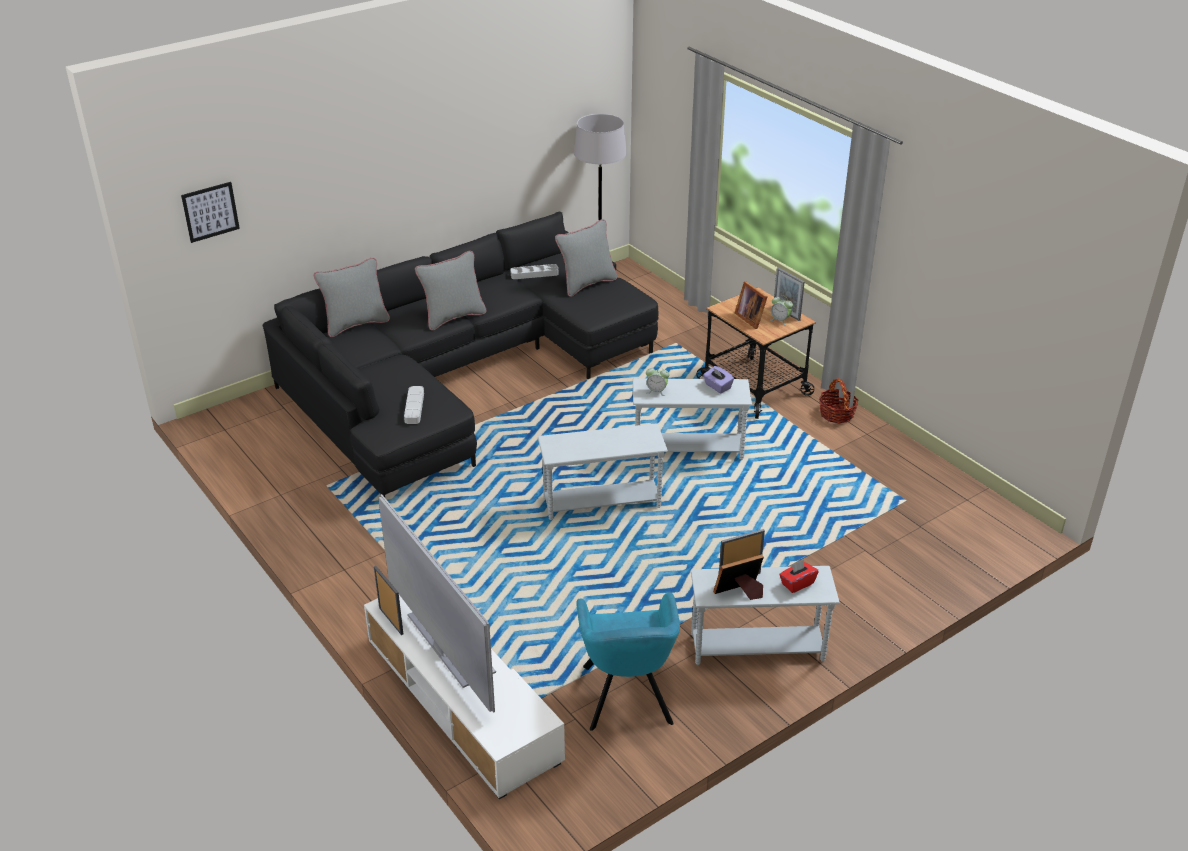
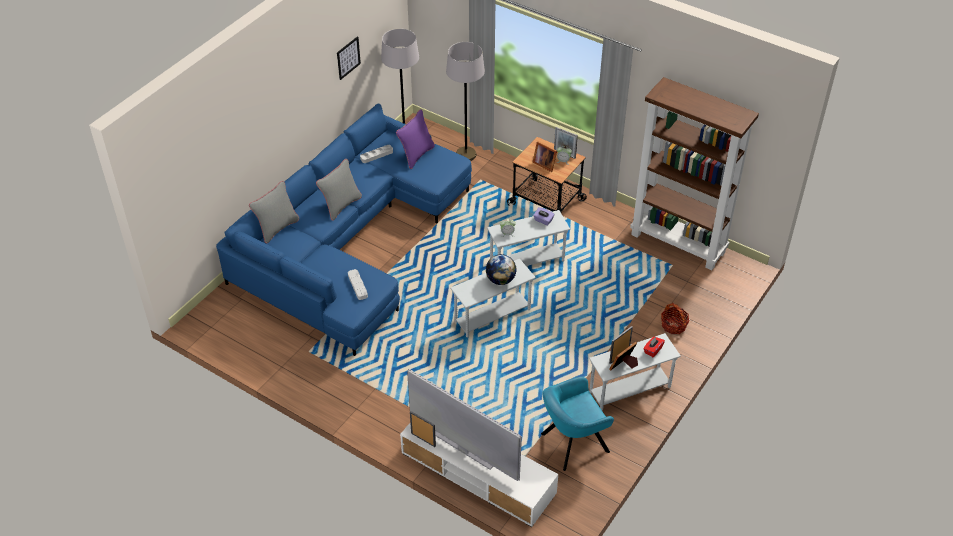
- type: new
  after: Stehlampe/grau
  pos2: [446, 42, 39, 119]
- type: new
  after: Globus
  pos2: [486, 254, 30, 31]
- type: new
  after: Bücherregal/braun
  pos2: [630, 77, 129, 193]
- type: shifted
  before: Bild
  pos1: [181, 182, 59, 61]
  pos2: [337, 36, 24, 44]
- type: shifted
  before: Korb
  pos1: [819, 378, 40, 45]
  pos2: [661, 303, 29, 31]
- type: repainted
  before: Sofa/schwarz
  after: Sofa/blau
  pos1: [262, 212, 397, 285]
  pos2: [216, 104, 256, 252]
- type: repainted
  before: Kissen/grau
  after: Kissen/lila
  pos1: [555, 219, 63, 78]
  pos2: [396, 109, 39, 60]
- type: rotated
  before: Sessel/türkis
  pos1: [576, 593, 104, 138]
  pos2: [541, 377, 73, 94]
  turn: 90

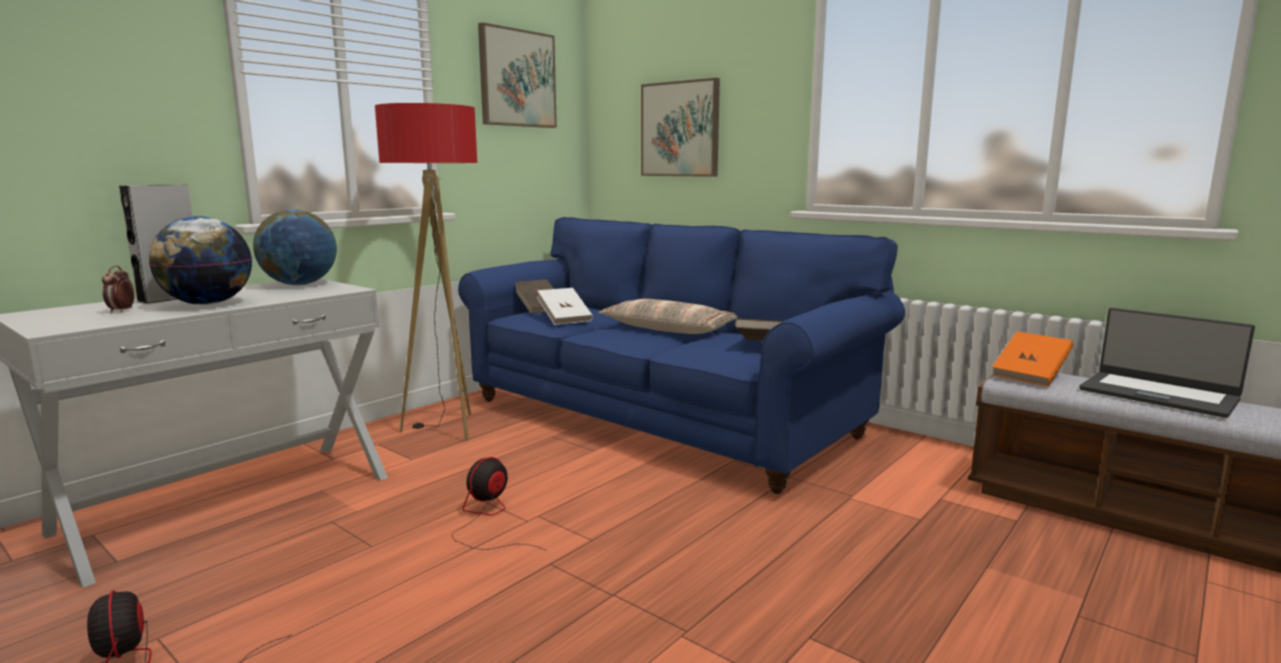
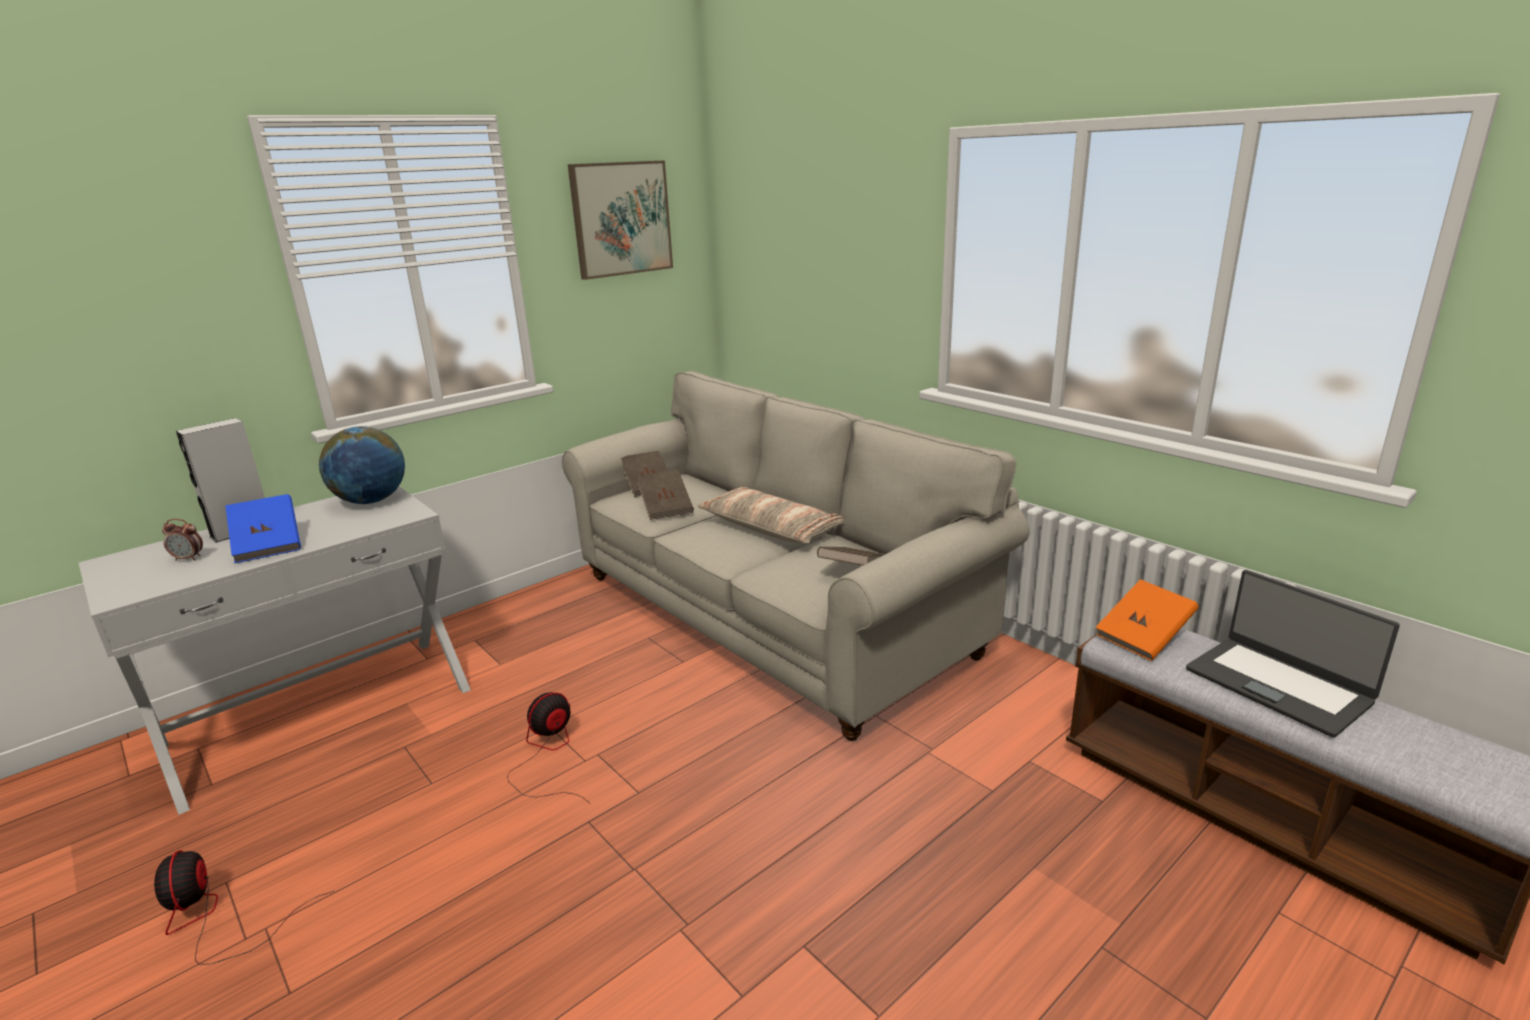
- type: gone
  before: Stehlampe
  pos1: [375, 103, 102, 338]
- type: gone
  before: Bild
  pos1: [641, 78, 79, 99]
- type: swapped
  before: Globus
  after: Buch/blau
  pos1: [149, 216, 103, 89]
  pos2: [225, 494, 76, 69]
- type: repainted
  before: Sofa/blau
  after: Sofa/beige
  pos1: [458, 217, 447, 277]
  pos2: [562, 371, 468, 370]
- type: repainted
  before: Buch/weiß
  after: Buch/braun
  pos1: [537, 288, 56, 37]
  pos2: [637, 470, 57, 50]
- type: rotated
  before: Wecker
  pos1: [102, 266, 33, 47]
  pos2: [162, 519, 41, 42]
  turn: -90

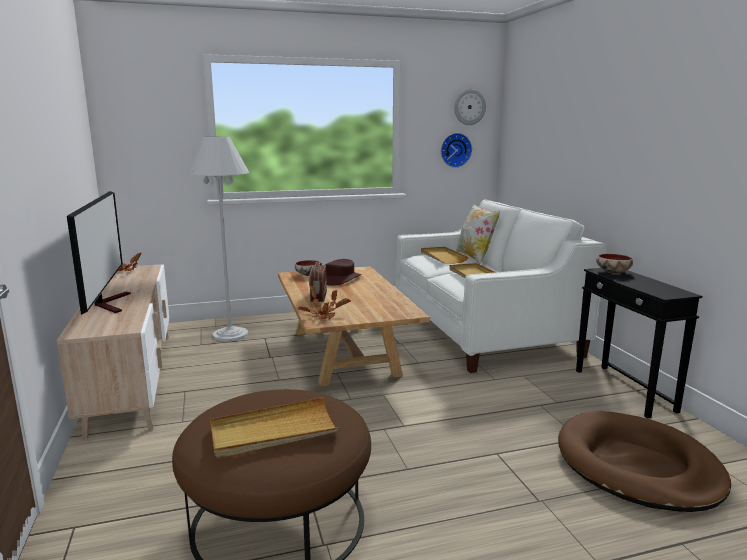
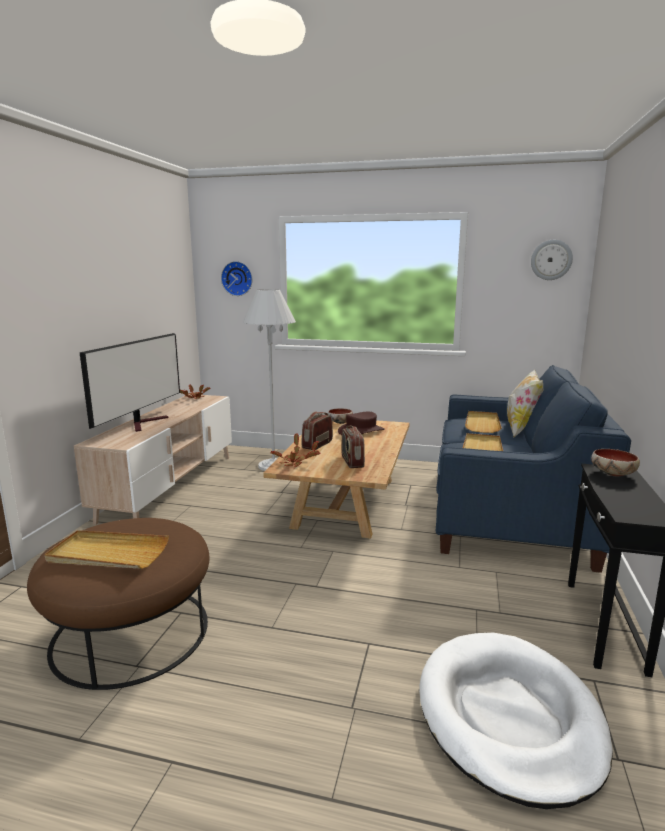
- type: new
  after: Radio
  pos2: [341, 426, 24, 42]
- type: shifted
  before: Wanduhr
  pos1: [441, 133, 31, 35]
  pos2: [221, 261, 31, 35]
- type: repainted
  before: Sofa/weiß
  after: Sofa/blau
  pos1: [396, 199, 211, 174]
  pos2: [436, 365, 195, 208]
- type: repainted
  before: Hundebett/braun
  after: Hundebett/weiß
  pos1: [558, 411, 173, 101]
  pos2: [419, 633, 194, 176]

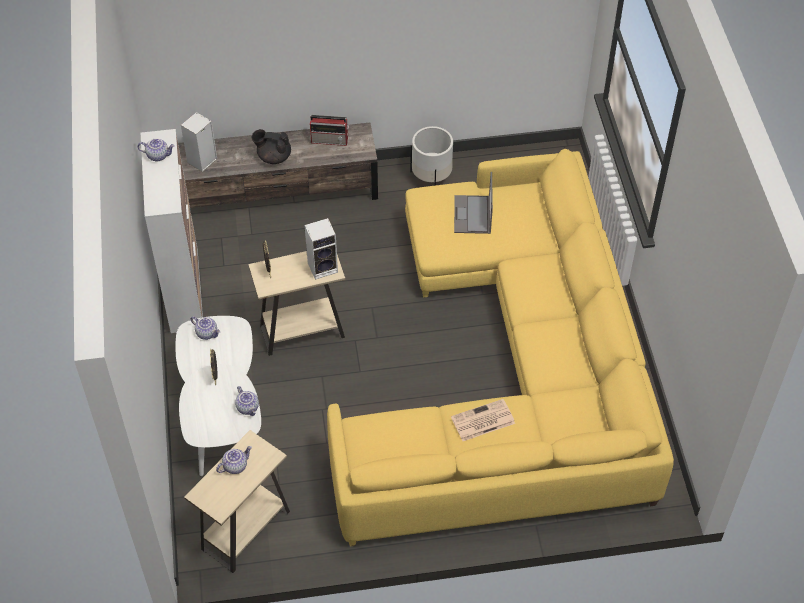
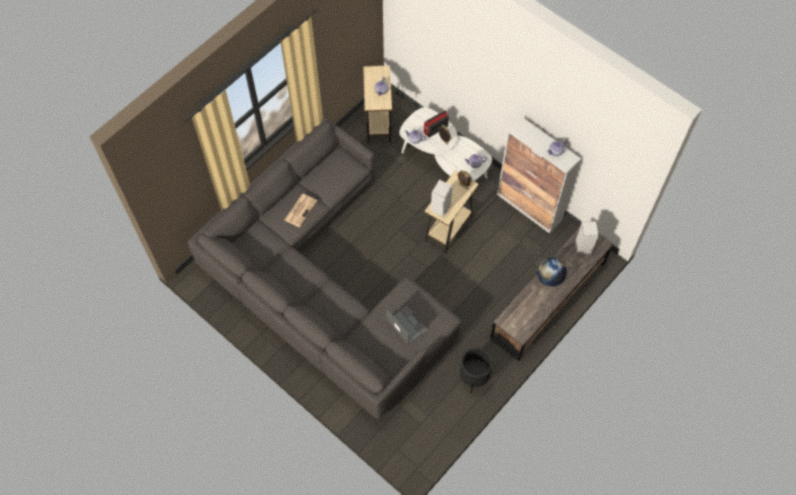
- type: shifted
  before: Radio
  pos1: [310, 115, 39, 31]
  pos2: [424, 110, 25, 28]
- type: swapped
  before: Teekanne/schwarz
  after: Globus
  pos1: [252, 129, 39, 35]
  pos2: [537, 257, 30, 30]
- type: repainted
  before: Sofa/gelb
  after: Sofa/grau
  pos1: [327, 149, 347, 397]
  pos2: [188, 117, 274, 302]
- type: repainted
  before: Pflanzkübel/weiß
  after: Pflanzkübel/schwarz
  pos1: [410, 126, 43, 60]
  pos2: [460, 348, 33, 45]

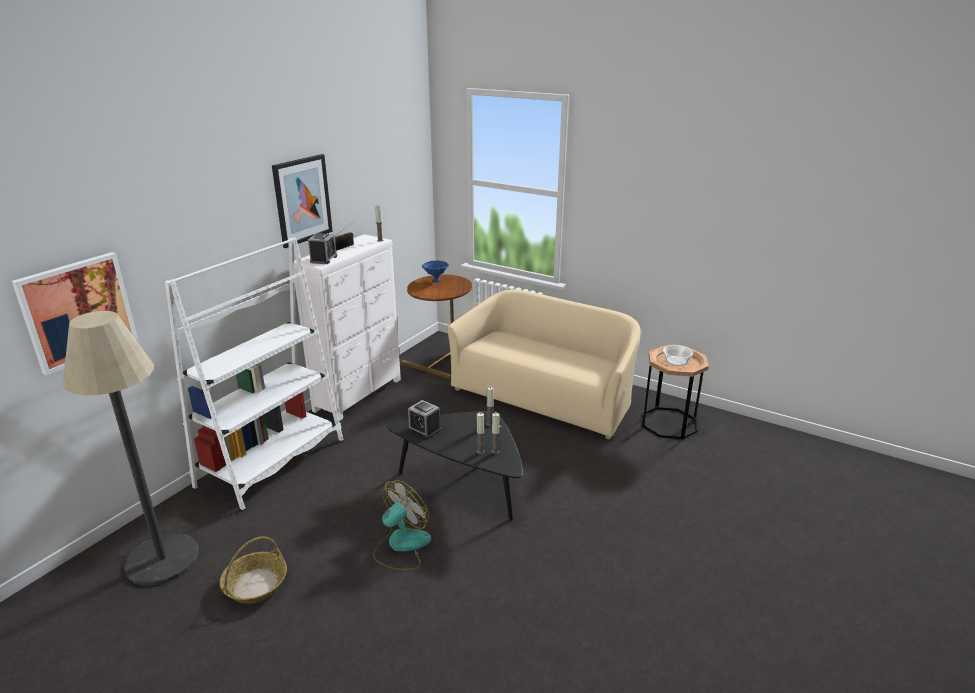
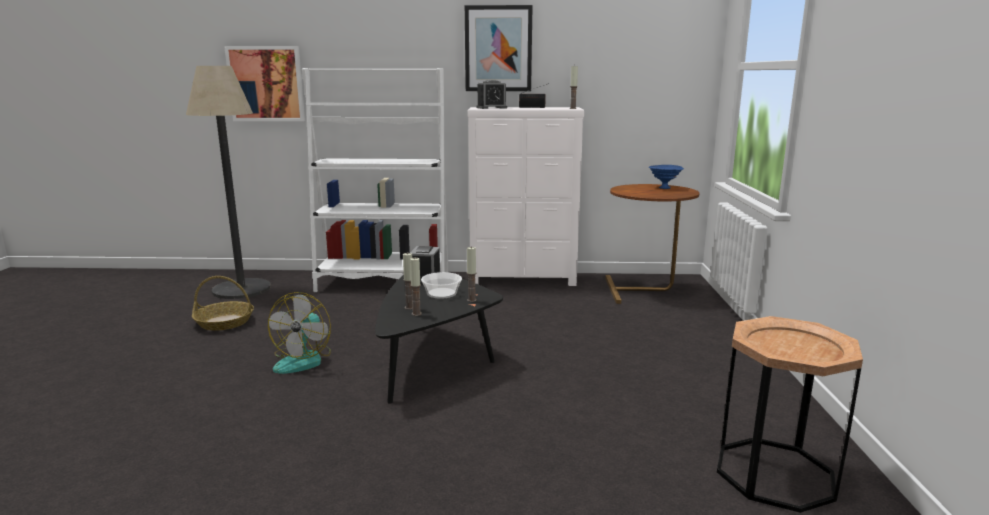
- type: gone
  before: Sofa/beige
  pos1: [447, 289, 194, 150]
- type: shifted
  before: Schüssel
  pos1: [663, 345, 30, 21]
  pos2: [421, 272, 41, 27]
- type: rotated
  before: Ventilator
  pos1: [373, 480, 58, 90]
  pos2: [268, 292, 63, 82]
  turn: 90

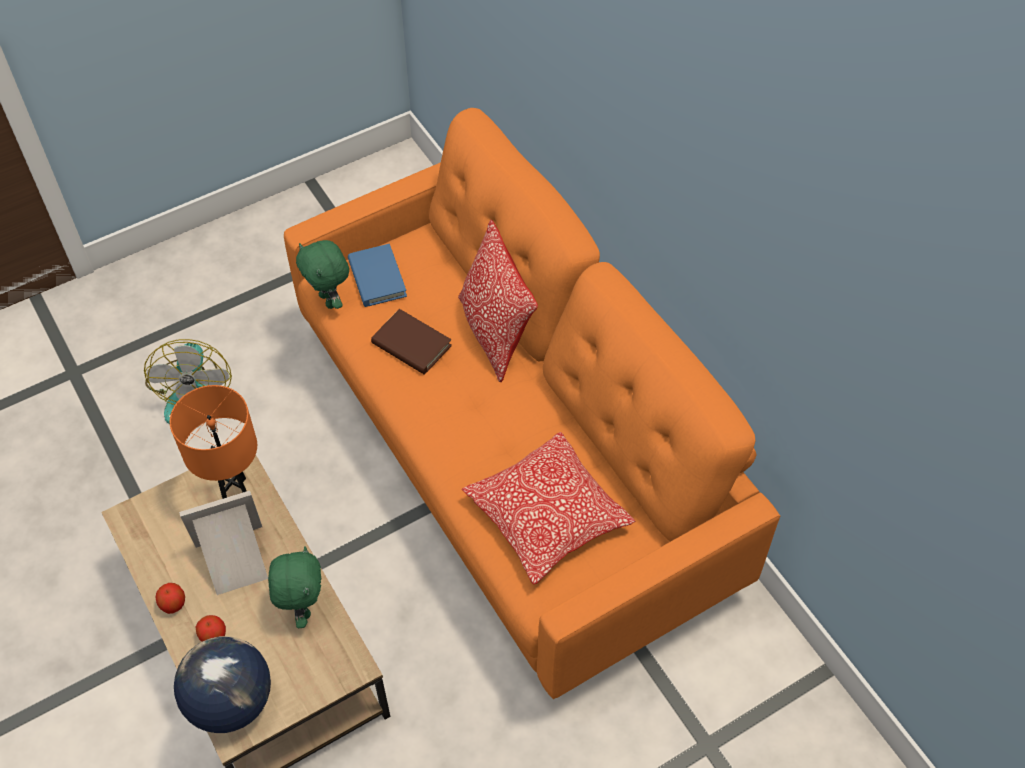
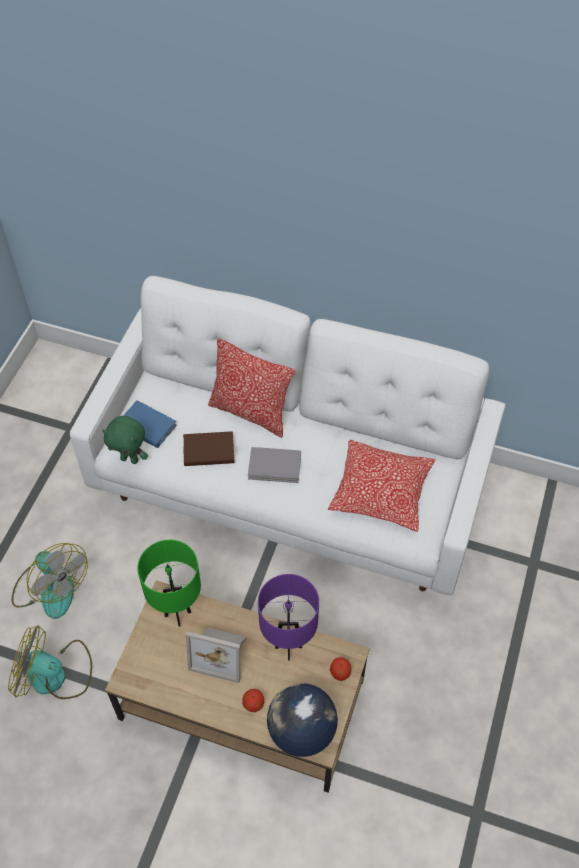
- type: new
  after: Ventilator
  pos2: [8, 625, 84, 74]
- type: new
  after: Buch/grau
  pos2: [248, 447, 53, 36]
- type: shifted
  before: Apfel
  pos1: [156, 583, 29, 31]
  pos2: [330, 657, 21, 24]
- type: swapped
  before: Plüschtier/grün
  after: Tischlampe/lila
  pos1: [268, 546, 53, 82]
  pos2: [258, 574, 61, 87]
- type: repainted
  before: Tischlampe/orange
  after: Tischlampe/grün
  pos1: [170, 385, 87, 114]
  pos2: [137, 540, 64, 86]
- type: repainted
  before: Sofa/orange
  after: Sofa/weiß
  pos1: [284, 108, 496, 591]
  pos2: [70, 276, 436, 320]
- type: rotated
  before: Bilderrahmen
  pos1: [179, 491, 89, 104]
  pos2: [186, 628, 61, 55]
  turn: -105

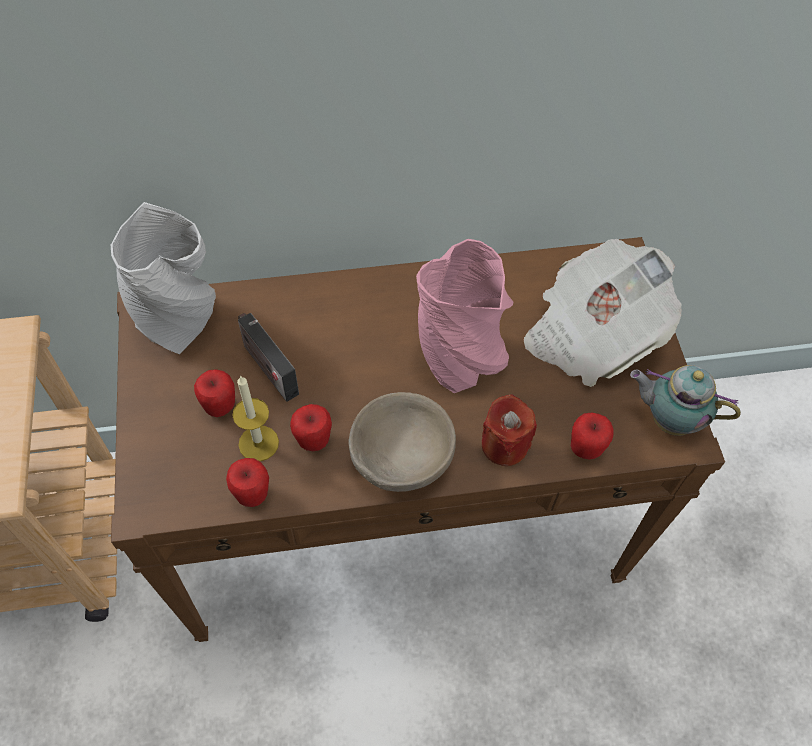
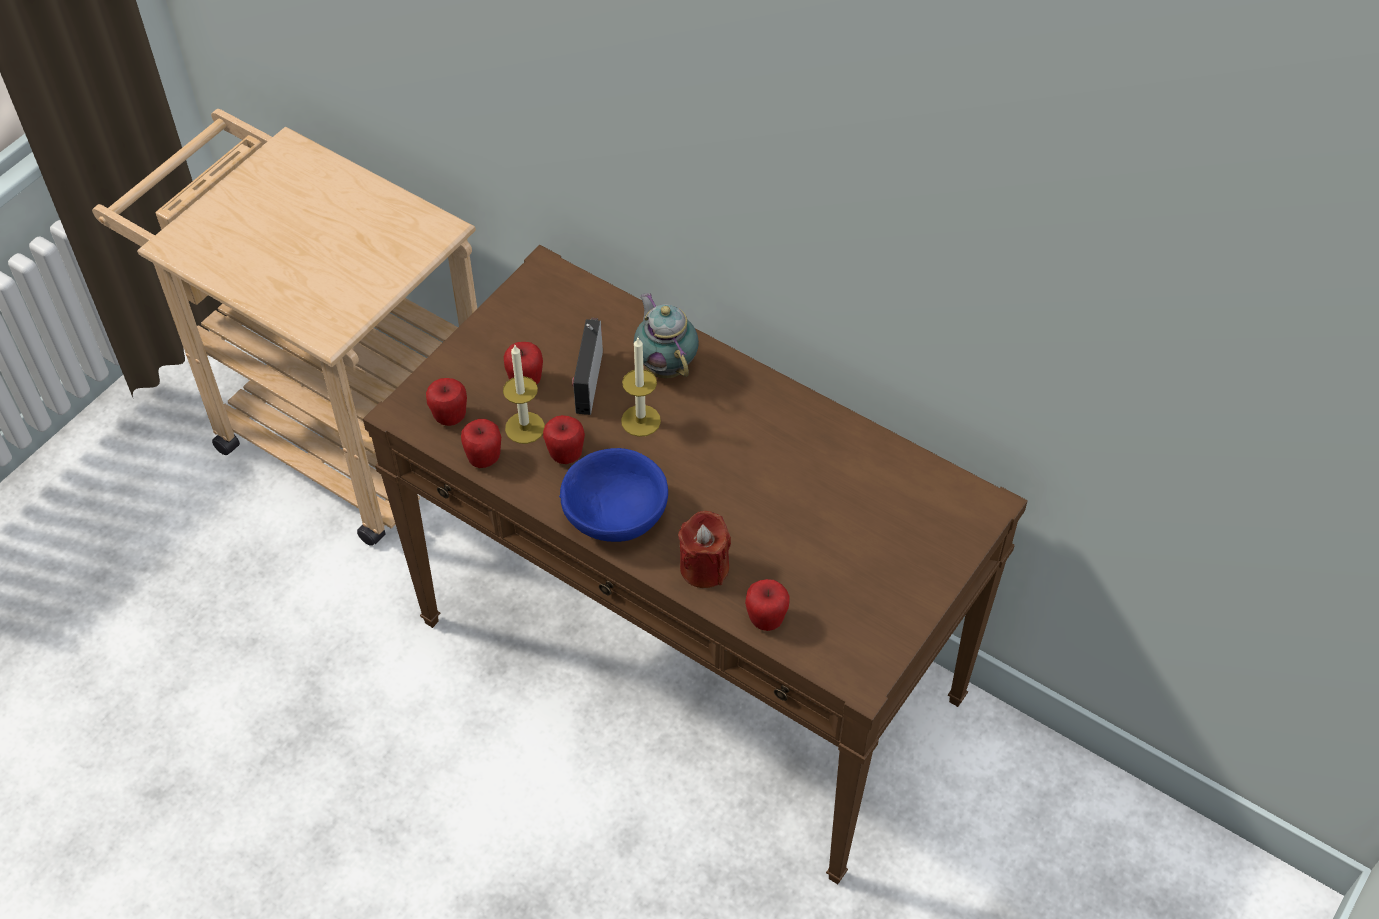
- type: gone
  before: Vase/grau
  pos1: [111, 202, 105, 152]
- type: gone
  before: Vase/rosa
  pos1: [416, 239, 98, 154]
- type: gone
  before: Zeitung
  pos1: [524, 239, 158, 148]
- type: new
  after: Apfel
  pos2: [426, 378, 41, 48]
- type: new
  after: Kerze
  pos2: [621, 338, 40, 99]
- type: shifted
  before: Teekanne
  pos1: [630, 365, 111, 71]
  pos2: [633, 293, 66, 85]
- type: repainted
  before: Schüssel/beige
  after: Schüssel/blau
  pos1: [349, 392, 107, 100]
  pos2: [559, 448, 109, 94]

